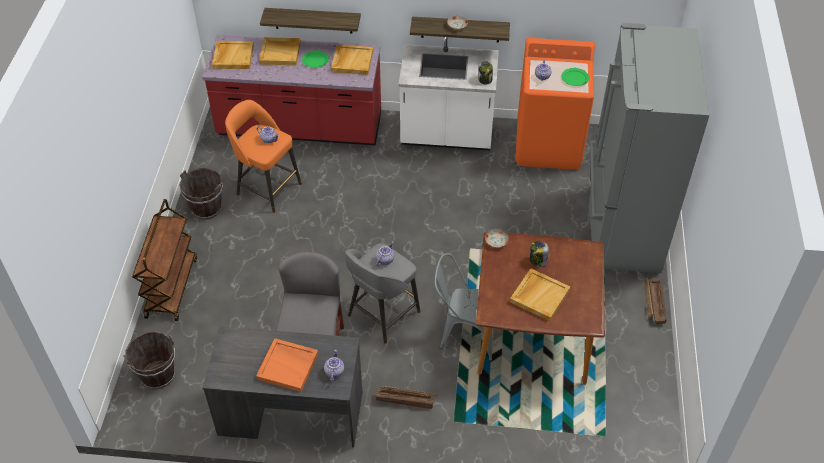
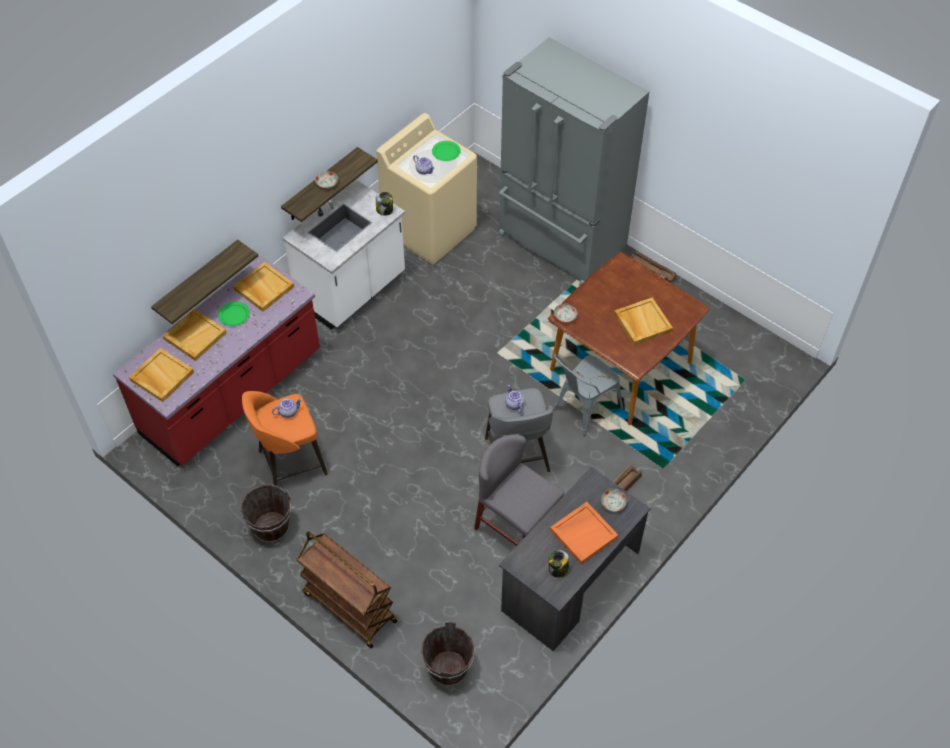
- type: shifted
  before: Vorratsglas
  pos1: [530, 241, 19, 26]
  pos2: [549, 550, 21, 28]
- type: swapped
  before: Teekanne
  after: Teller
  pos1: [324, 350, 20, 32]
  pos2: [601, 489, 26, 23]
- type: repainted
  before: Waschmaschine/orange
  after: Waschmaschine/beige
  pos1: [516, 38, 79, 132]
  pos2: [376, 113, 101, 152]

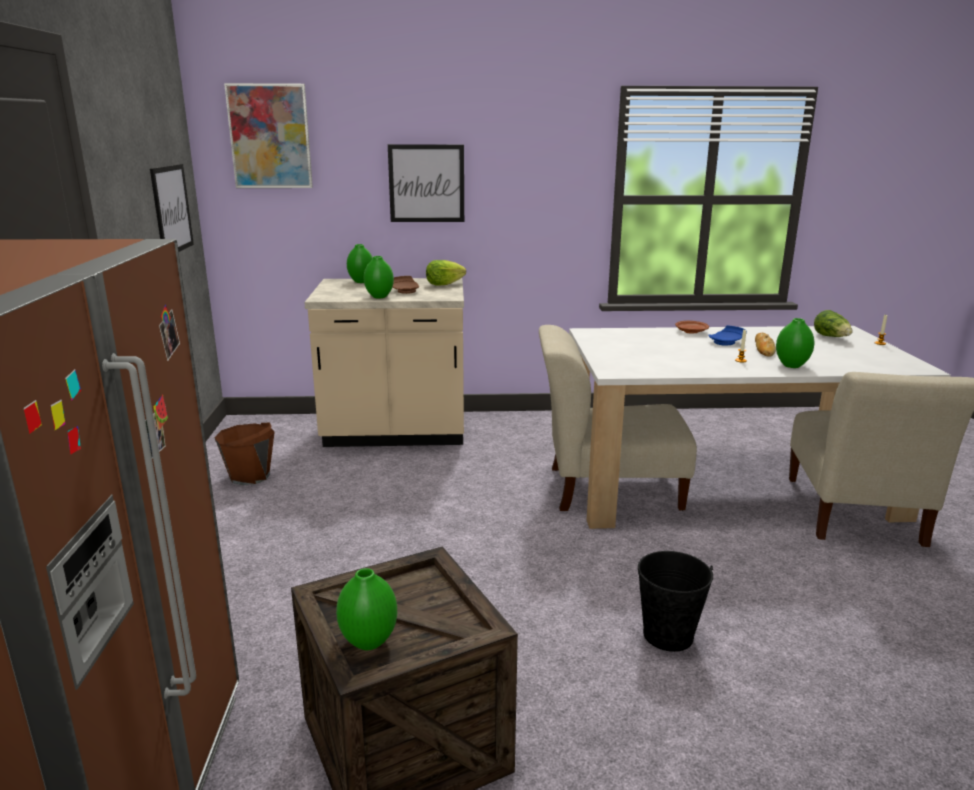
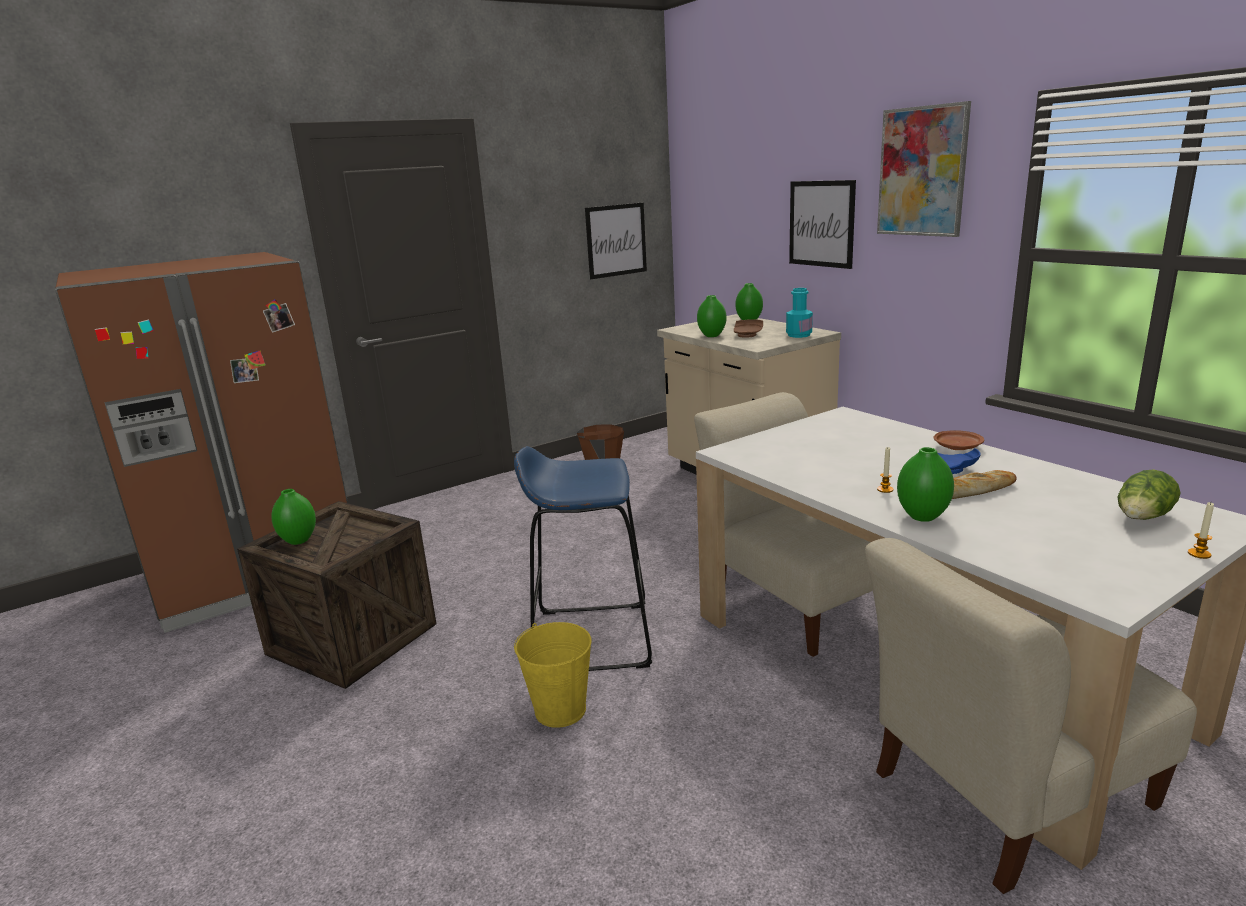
- type: new
  after: Hocker/blau
  pos2: [514, 446, 138, 225]
- type: shifted
  before: Bild
  pos1: [224, 83, 89, 105]
  pos2: [877, 101, 94, 136]
- type: swapped
  before: Salatkopf
  after: Flasche/türkis
  pos1: [426, 260, 40, 25]
  pos2: [786, 288, 27, 50]
- type: repainted
  before: Eimer/schwarz
  after: Eimer/gelb
  pos1: [638, 551, 75, 101]
  pos2: [514, 622, 78, 106]

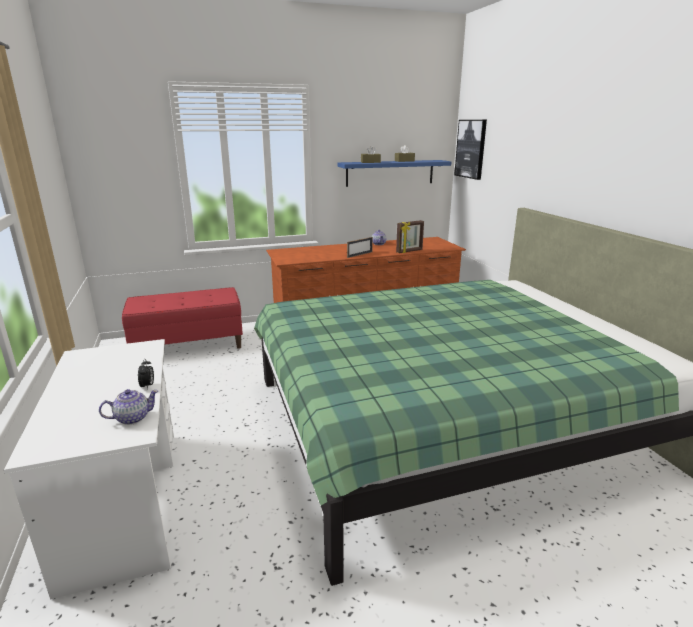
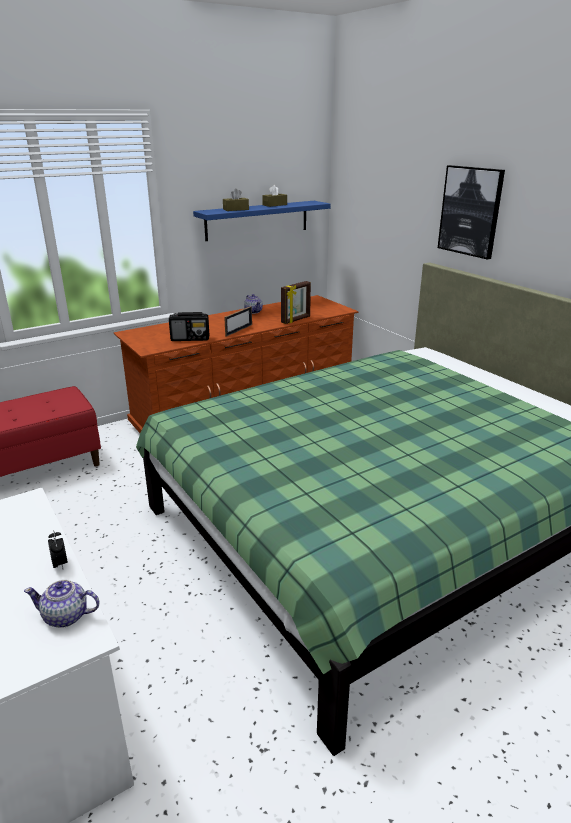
- type: new
  after: Radio
  pos2: [169, 312, 40, 29]
- type: shifted
  before: Bild
  pos1: [454, 120, 33, 60]
  pos2: [438, 165, 67, 94]
- type: rotated
  before: Teekanne
  pos1: [99, 389, 59, 36]
  pos2: [24, 580, 76, 48]
  turn: -135

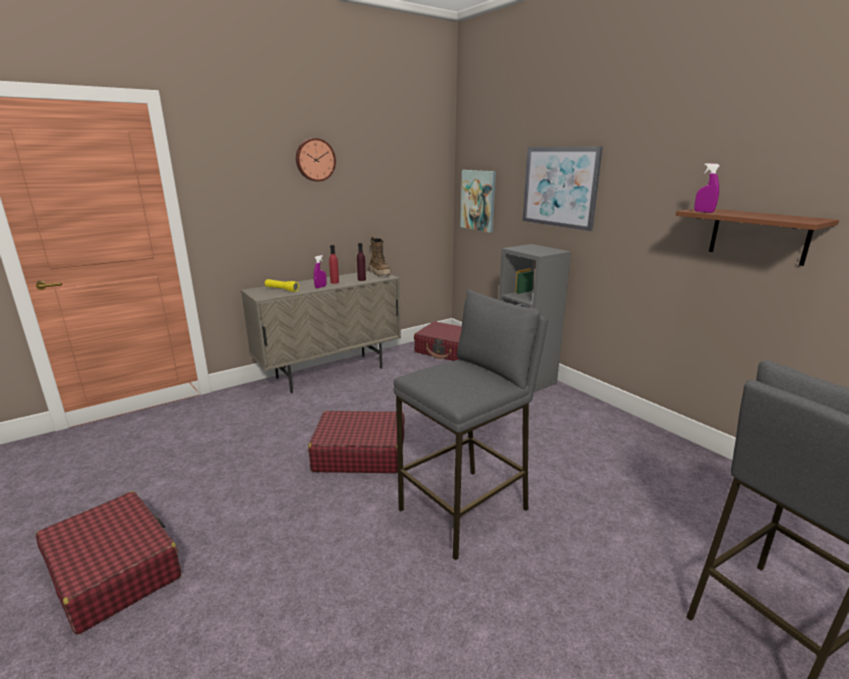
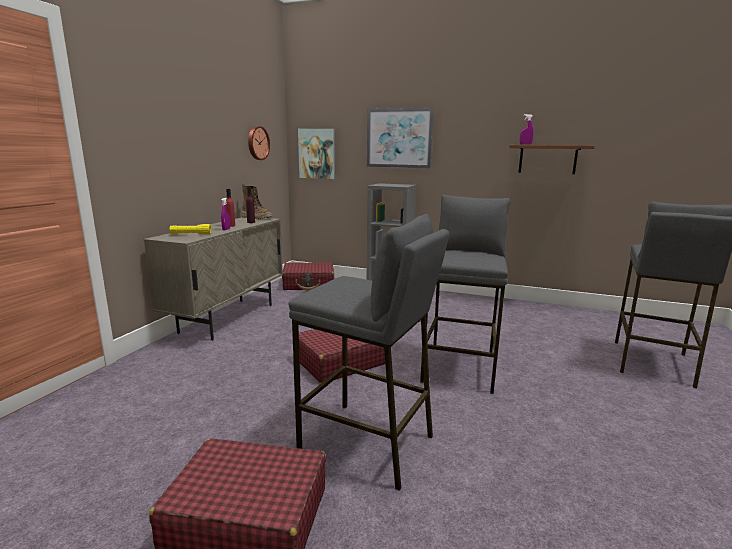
- type: new
  after: Hocker/grau
  pos2: [288, 214, 161, 277]
- type: shifted
  before: Wanduhr
  pos1: [296, 138, 40, 44]
  pos2: [248, 126, 22, 34]

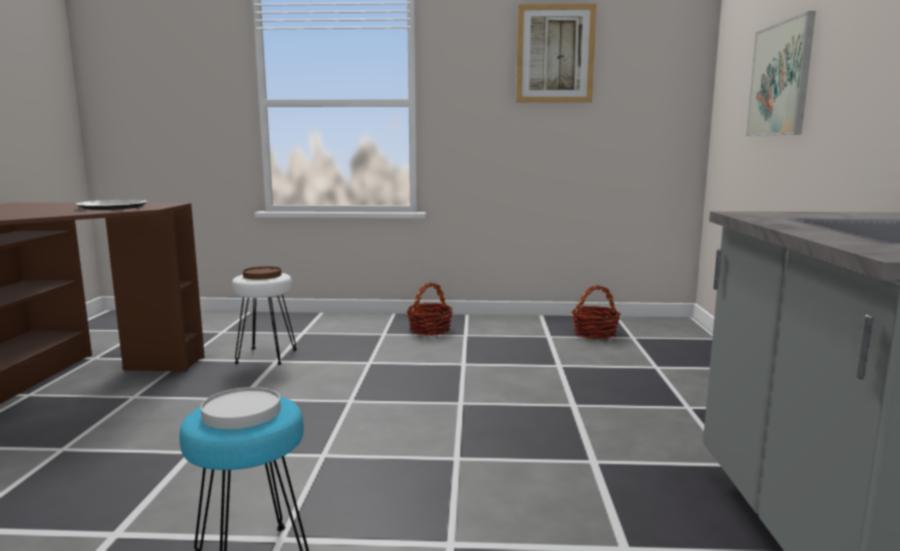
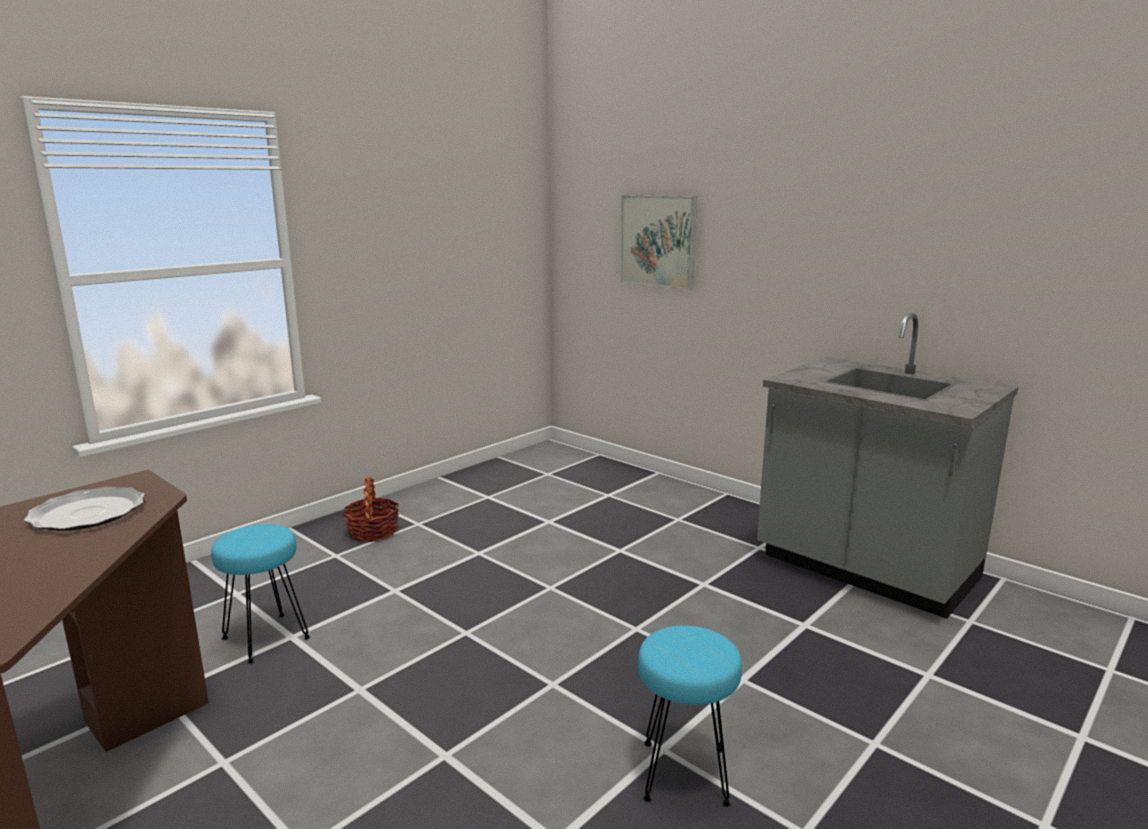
- type: gone
  before: Teller/weiß
  pos1: [201, 387, 80, 42]
- type: gone
  before: Teller/braun
  pos1: [243, 266, 39, 14]
- type: gone
  before: Bild
  pos1: [516, 4, 80, 98]
- type: gone
  before: Korb
  pos1: [571, 285, 49, 54]
- type: repainted
  before: Hocker/weiß
  after: Hocker/türkis
  pos1: [232, 273, 65, 92]
  pos2: [211, 524, 99, 140]

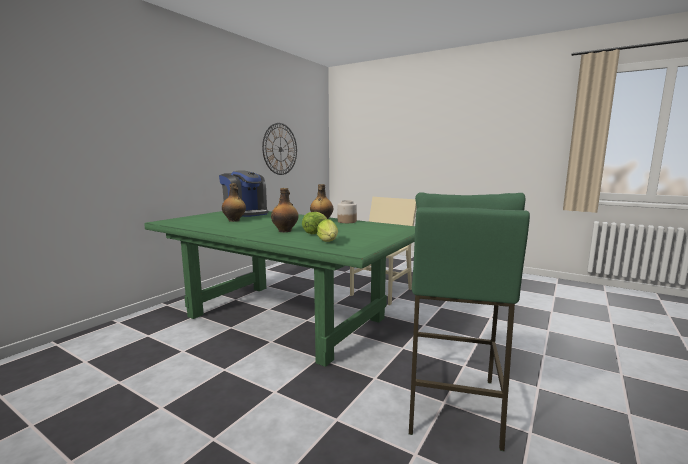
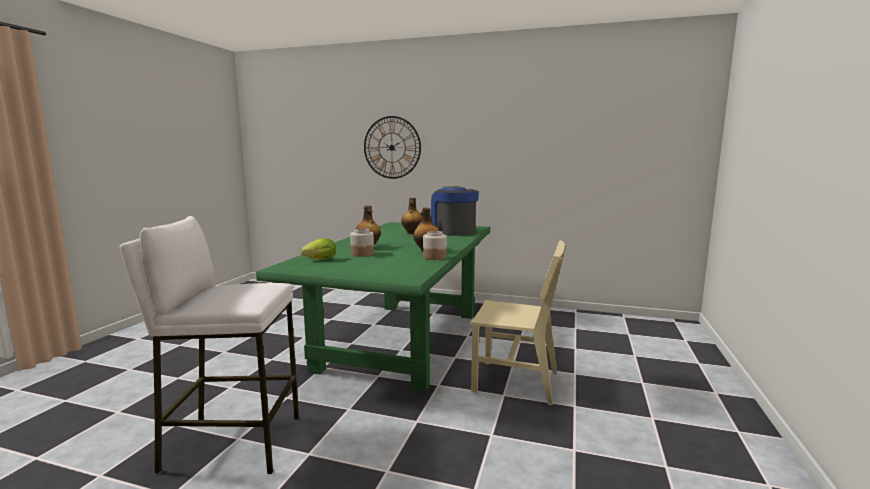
- type: shifted
  before: Wanduhr
  pos1: [262, 123, 35, 52]
  pos2: [364, 116, 57, 63]
- type: swapped
  before: Salatkopf
  after: Vorratsglas
  pos1: [302, 212, 25, 22]
  pos2: [350, 228, 24, 29]
- type: repainted
  before: Hocker/grün
  after: Hocker/weiß
  pos1: [409, 192, 121, 260]
  pos2: [119, 216, 180, 258]
- type: rotated
  before: Kaffeemaschine
  pos1: [219, 170, 50, 47]
  pos2: [431, 186, 48, 50]
  turn: 120

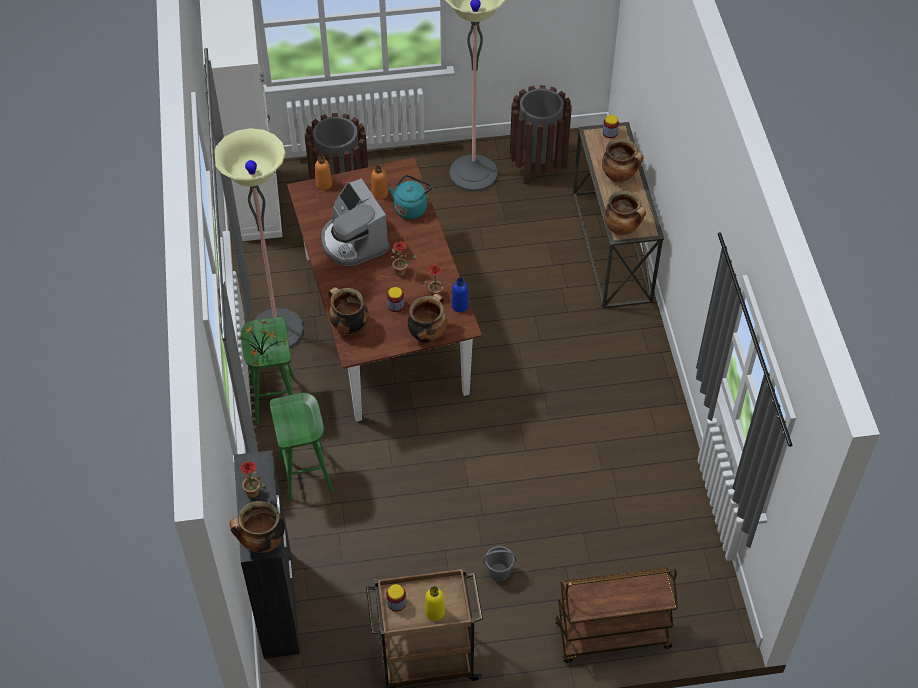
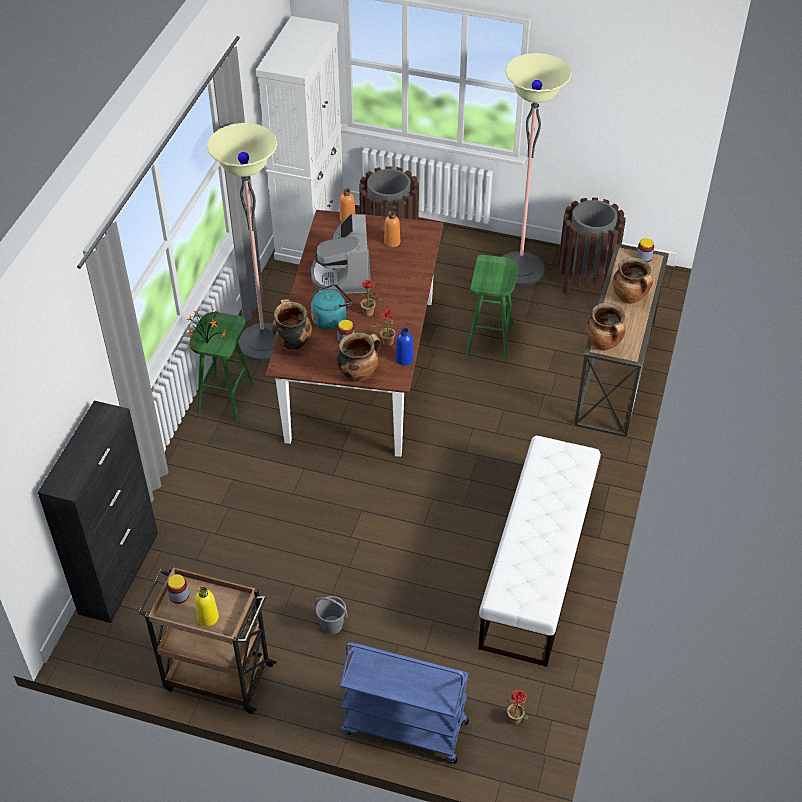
- type: gone
  before: Kochtopf
  pos1: [230, 501, 55, 52]
- type: new
  after: Bank/weiß
  pos2: [478, 435, 123, 232]
- type: shifted
  before: Topfpflanze
  pos1: [237, 461, 28, 37]
  pos2: [506, 690, 22, 34]
- type: shifted
  before: Hocker/grün
  pos1: [270, 393, 63, 109]
  pos2: [466, 255, 52, 106]
- type: shifted
  before: Wasserkessel/türkis
  pos1: [389, 175, 43, 44]
  pos2: [311, 284, 41, 46]
- type: repainted
  before: Rollwagen/braun
  after: Rollwagen/blau
  pos1: [555, 567, 123, 96]
  pos2: [340, 642, 129, 121]

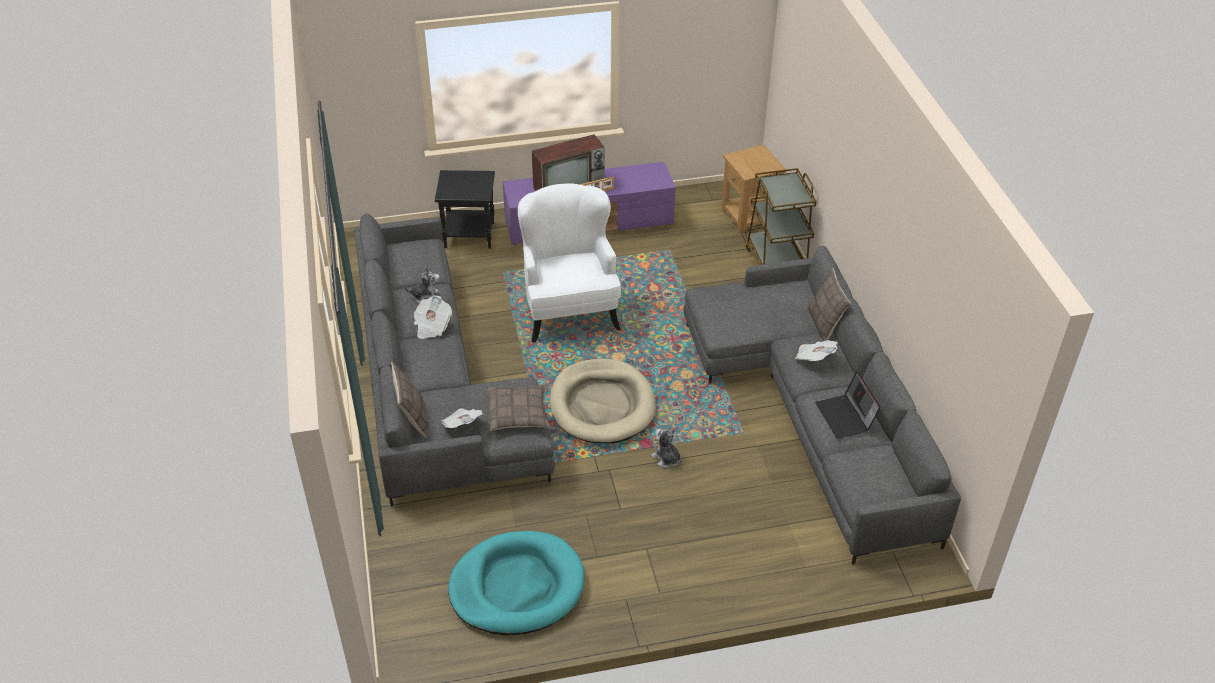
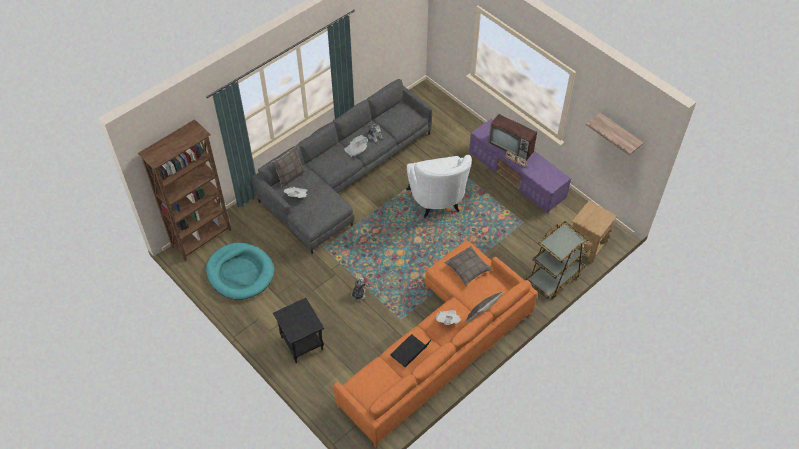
- type: gone
  before: Hundebett/beige
  pos1: [550, 359, 106, 85]
- type: new
  after: Bücherregal/braun
  pos2: [138, 119, 93, 142]
- type: new
  after: Wandregal
  pos2: [586, 113, 58, 42]
- type: shifted
  before: Beistelltisch/schwarz
  pos1: [435, 170, 60, 79]
  pos2: [273, 298, 51, 65]
- type: shifted
  before: Kissen
  pos1: [488, 384, 62, 47]
  pos2: [445, 246, 48, 40]
- type: repainted
  before: Sofa/grau
  after: Sofa/orange
  pos1: [683, 246, 278, 319]
  pos2: [334, 240, 203, 208]
- type: rotated
  before: Sessel/weiß
  pos1: [518, 183, 103, 160]
  pos2: [406, 155, 66, 63]
  turn: 120

